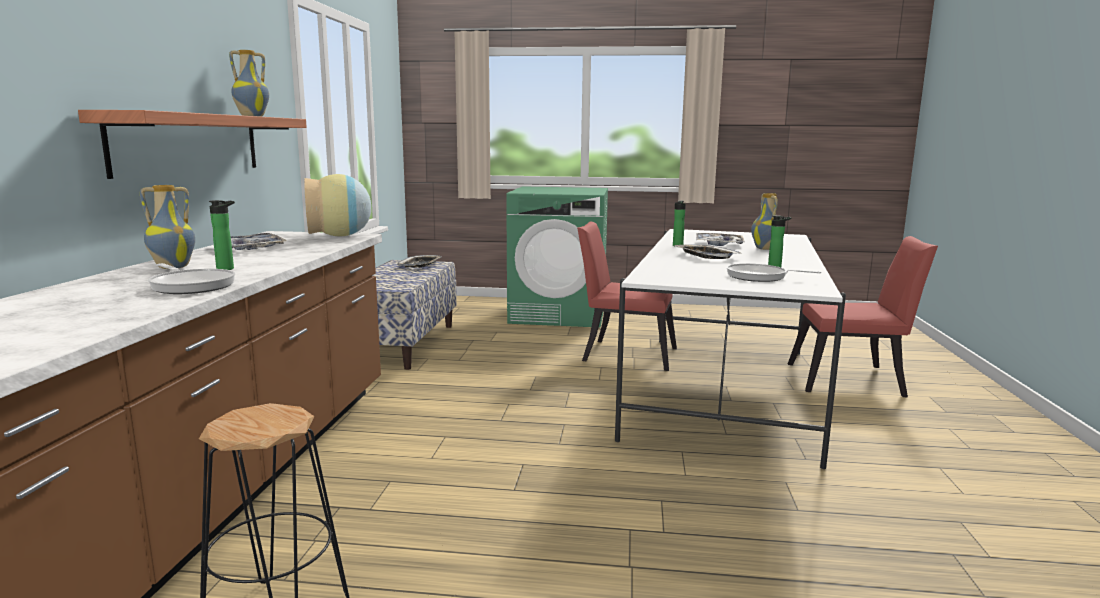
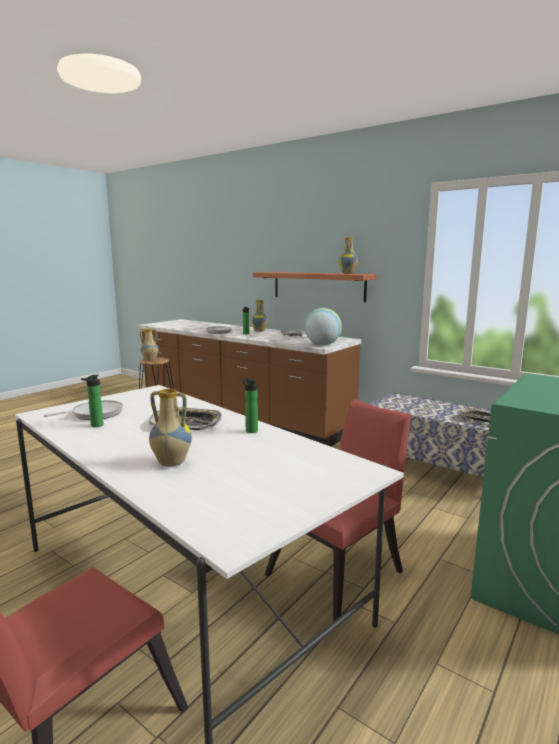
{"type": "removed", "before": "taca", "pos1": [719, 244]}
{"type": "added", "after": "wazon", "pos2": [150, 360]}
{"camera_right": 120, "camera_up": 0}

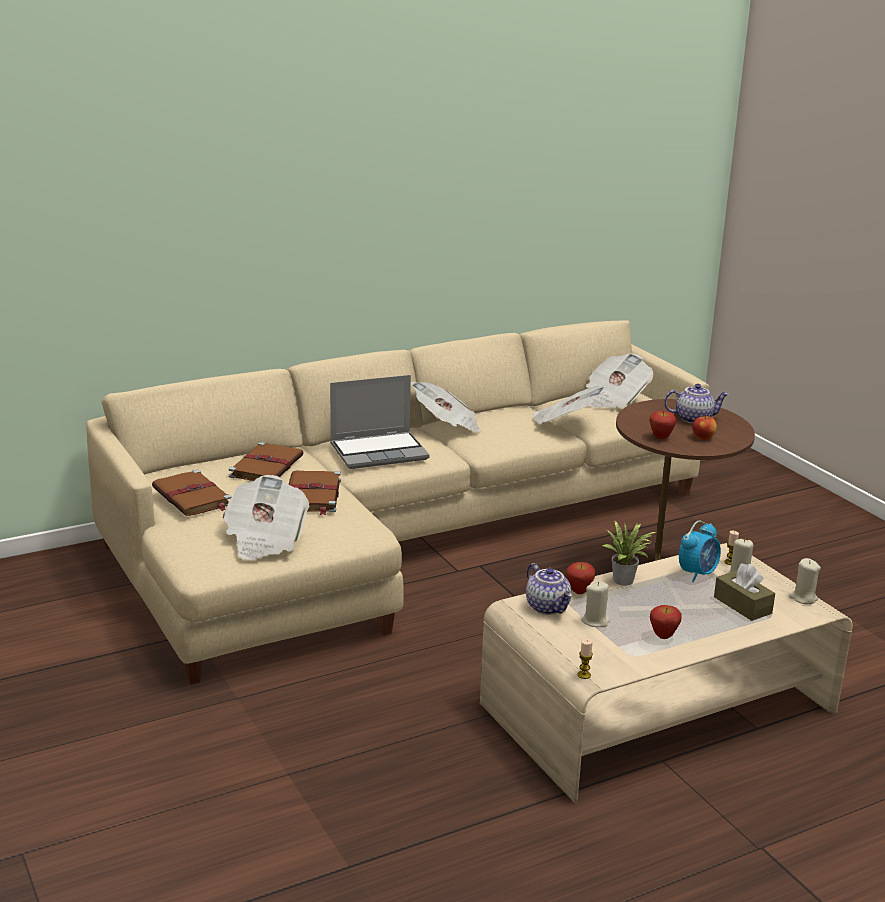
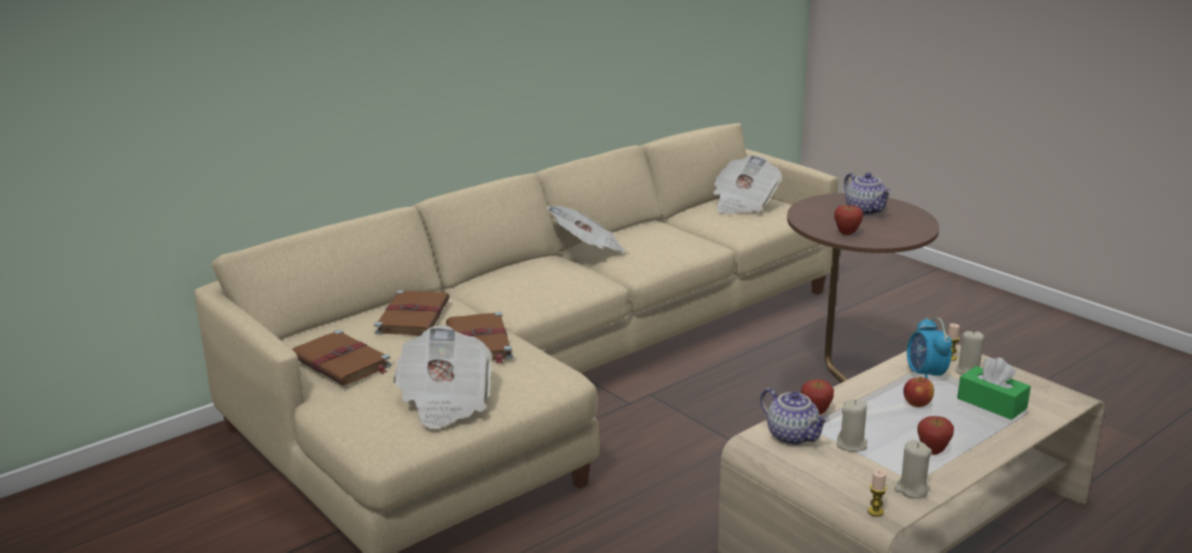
{"type": "removed", "before": "laptop", "pos1": [380, 451]}
{"type": "removed", "before": "gazeta", "pos1": [565, 423]}
{"type": "removed", "before": "roślina doniczkowa", "pos1": [626, 581]}
{"type": "turned", "before": "imbryk", "pos1": [694, 419], "pos2": [866, 211], "turn": 75}
{"type": "turned", "before": "budzik", "pos1": [697, 574], "pos2": [925, 375], "turn": 135}
{"type": "moved", "before": "jabłko", "pos1": [703, 438], "pos2": [917, 404]}
{"type": "recoloured", "before": "pudełko chusteczek (brązowy)", "after": "pudełko chusteczek (zielony)", "pos1": [742, 605], "pos2": [991, 403]}
{"type": "moved", "before": "świeca (beżowy)", "pos1": [803, 598], "pos2": [912, 490]}
{"camera_right": -10, "camera_up": 0}

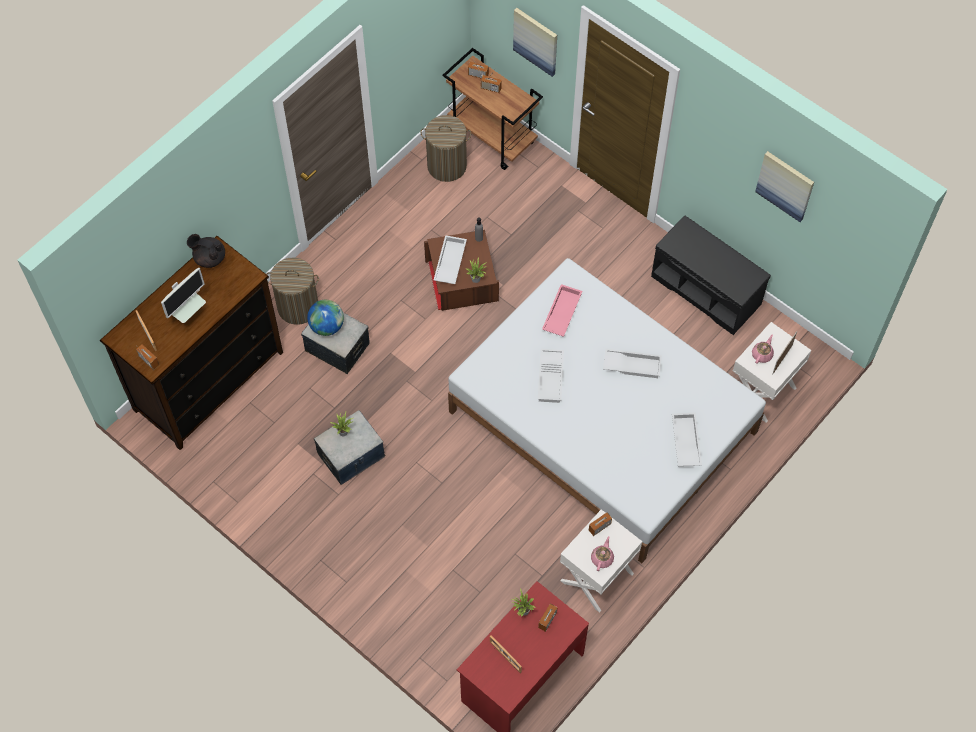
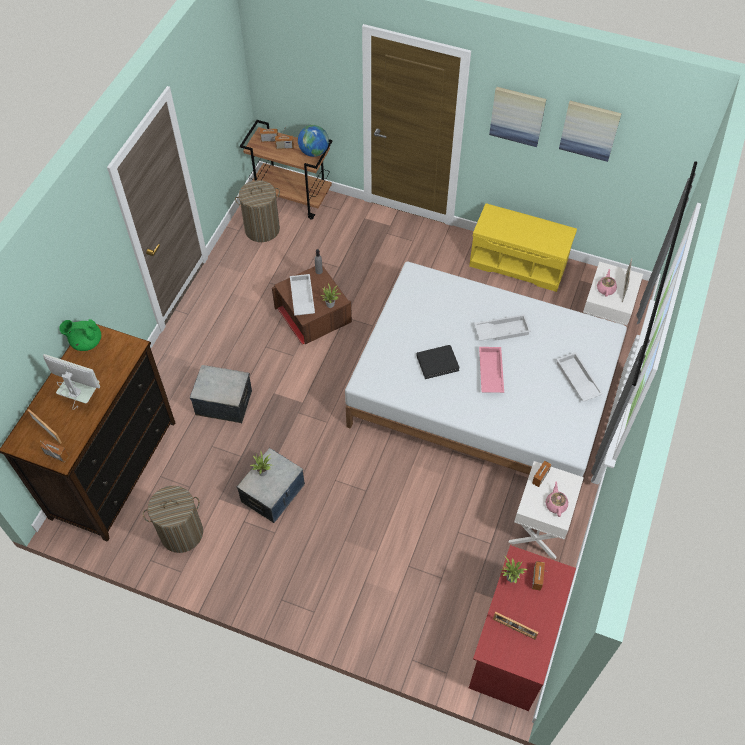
{"type": "turned", "before": "monitor", "pos1": [187, 313], "pos2": [81, 398], "turn": -90}
{"type": "recoloured", "before": "imbryk (czarny)", "after": "imbryk (zielony)", "pos1": [209, 258], "pos2": [86, 342]}
{"type": "moved", "before": "kosz na pranie", "pos1": [298, 307], "pos2": [181, 533]}
{"type": "moved", "before": "globus", "pos1": [327, 326], "pos2": [314, 152]}
{"type": "moved", "before": "obraz", "pos1": [536, 41], "pos2": [517, 116]}
{"type": "replaced", "before": "taca (biały)", "after": "książka (czarny)", "pos1": [551, 378], "pos2": [437, 363]}
{"type": "moved", "before": "taca (różowy)", "pos1": [561, 313], "pos2": [489, 372]}
{"type": "recoloured", "before": "ławka (czarny)", "after": "ławka (żółty)", "pos1": [707, 290], "pos2": [519, 263]}
{"camera_right": -20, "camera_up": -5}

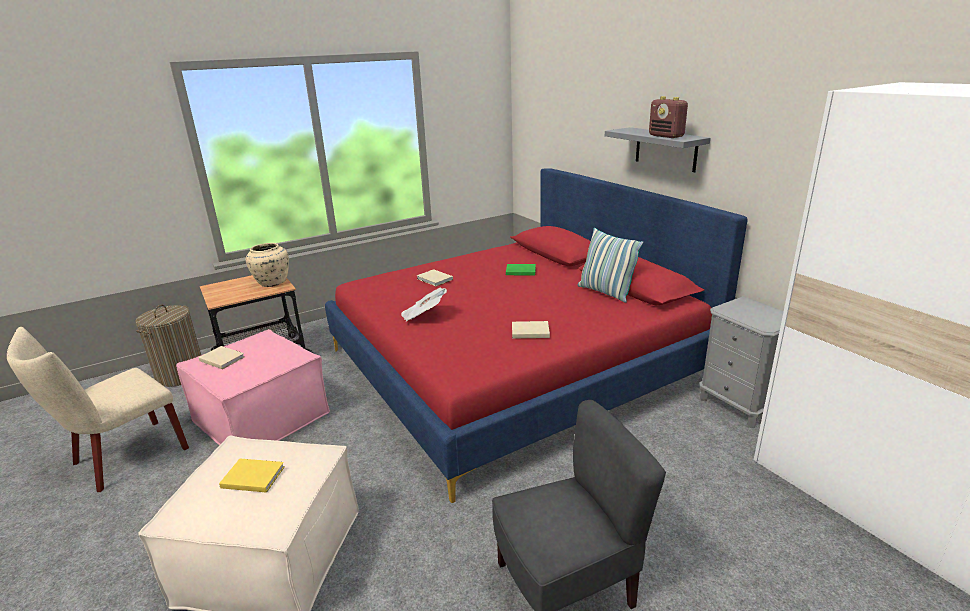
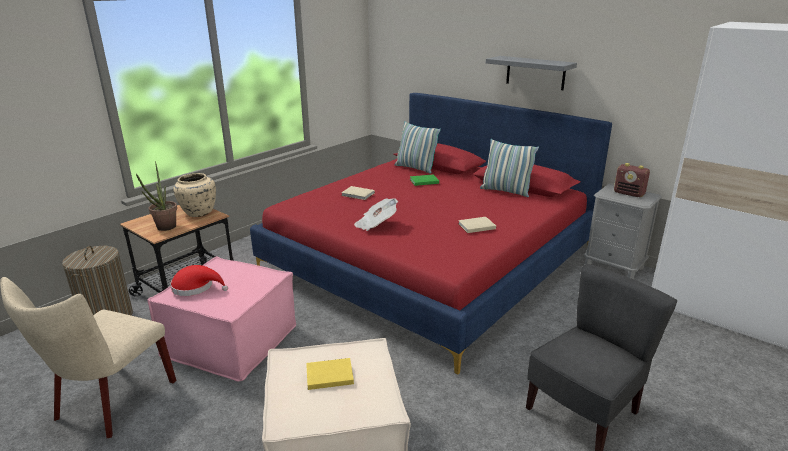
{"type": "replaced", "before": "książka (beżowy)", "after": "kapelusz (czerwony)", "pos1": [222, 358], "pos2": [196, 287]}
{"type": "moved", "before": "radio", "pos1": [666, 136], "pos2": [629, 194]}
{"type": "added", "after": "roślina doniczkowa", "pos2": [164, 228]}
{"type": "added", "after": "poduszka", "pos2": [415, 168]}
{"camera_right": -20, "camera_up": 0}

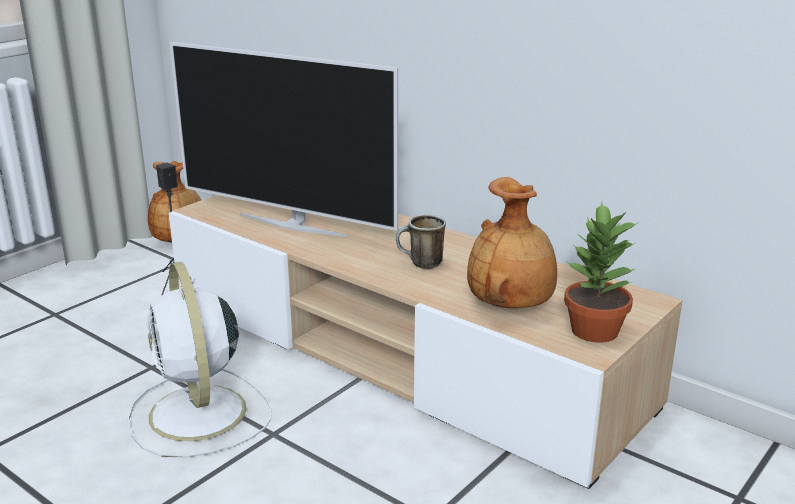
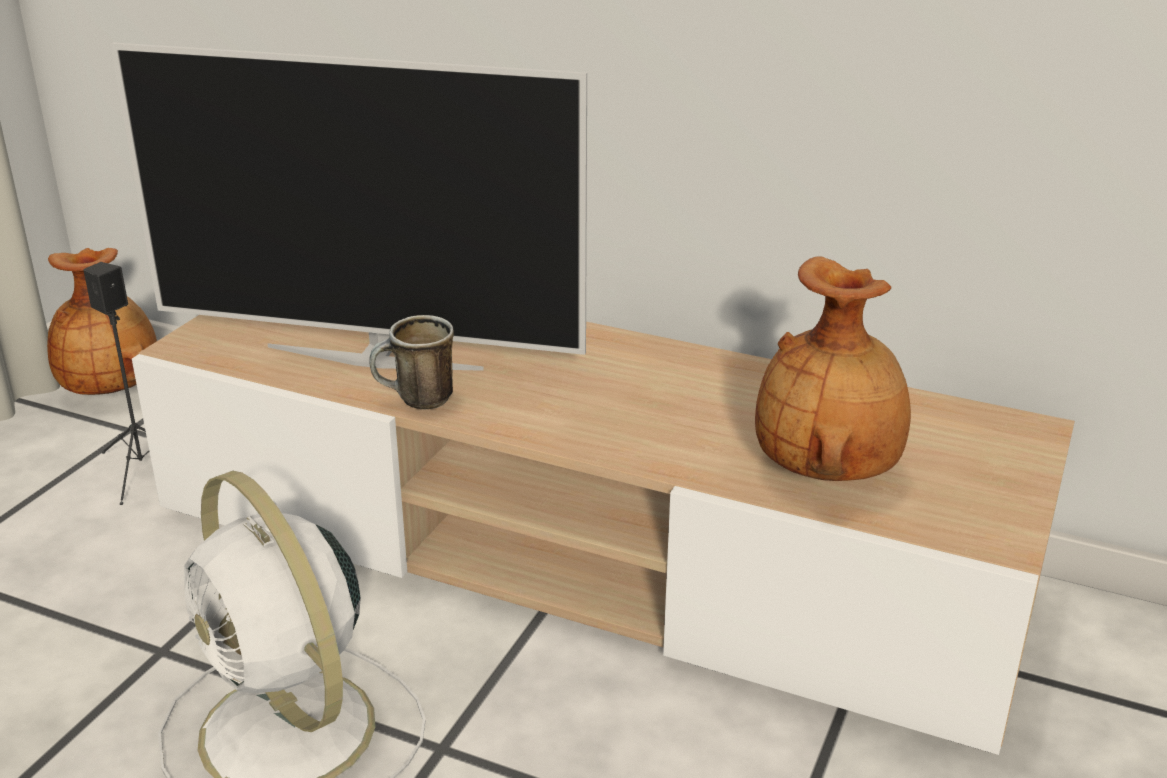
{"type": "moved", "before": "kubek", "pos1": [420, 264], "pos2": [416, 402]}
{"type": "removed", "before": "roślina doniczkowa", "pos1": [594, 331]}
{"camera_right": -15, "camera_up": 5}

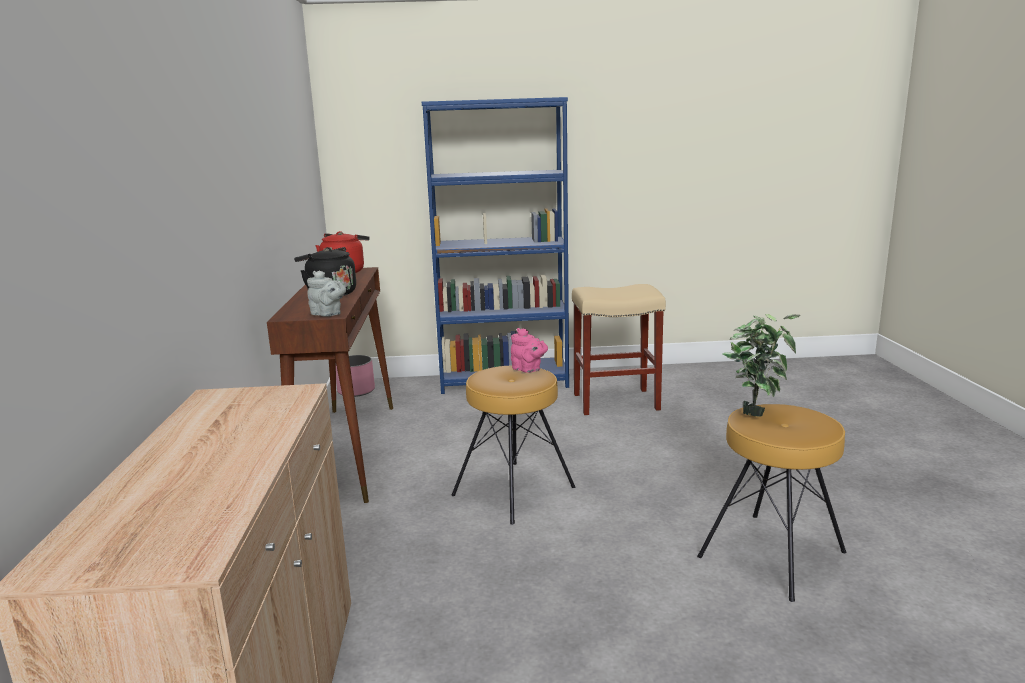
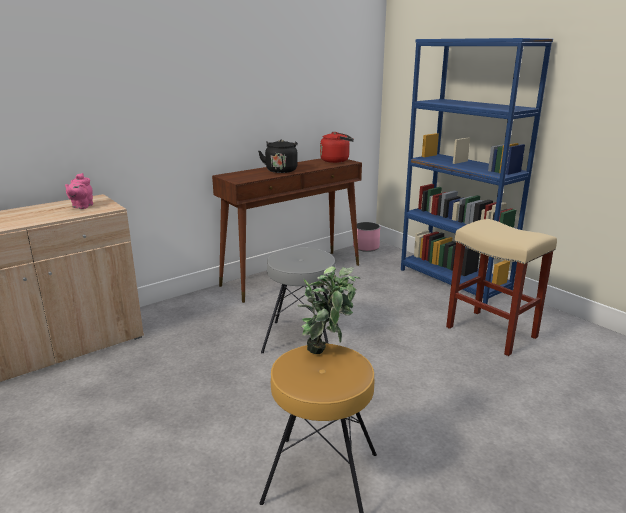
{"type": "removed", "before": "imbryk (szary)", "pos1": [328, 314]}
{"type": "recoloured", "before": "stołek (brązowy)", "after": "stołek (szary)", "pos1": [514, 491], "pos2": [301, 340]}
{"type": "moved", "before": "imbryk (różowy)", "pos1": [528, 369], "pos2": [81, 206]}
{"camera_right": 55, "camera_up": 5}

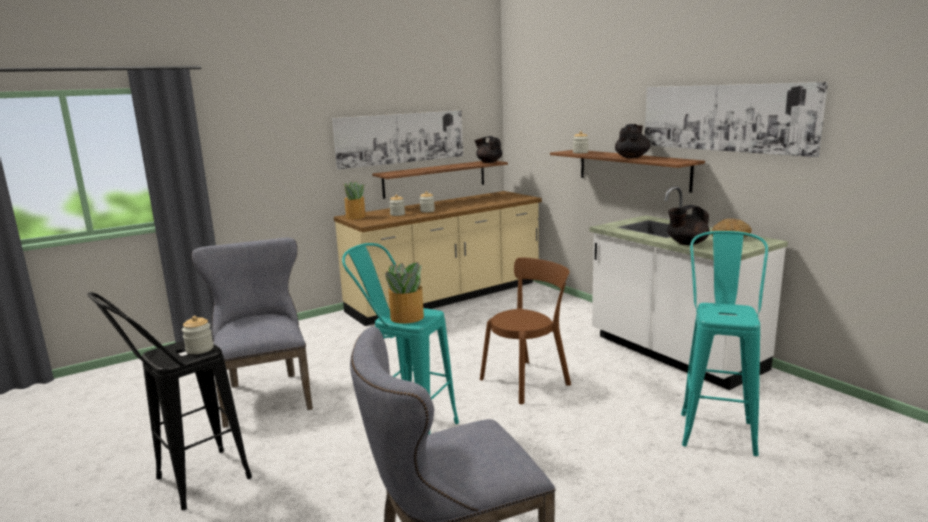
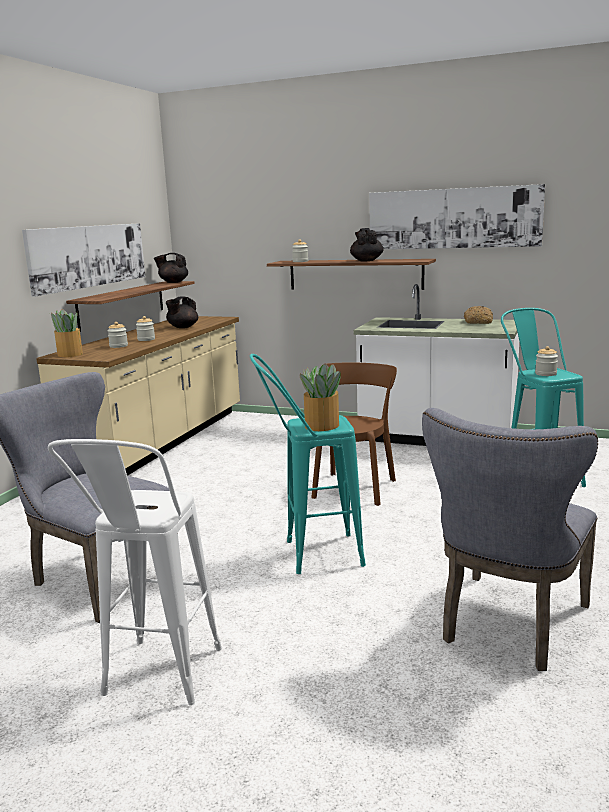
{"type": "recoloured", "before": "stołek (czarny)", "after": "stołek (biały)", "pos1": [188, 485], "pos2": [156, 684]}
{"type": "moved", "before": "słoik", "pos1": [199, 349], "pos2": [545, 374]}
{"type": "moved", "before": "imbryk (czarny)", "pos1": [686, 243], "pos2": [182, 327]}
{"camera_right": -35, "camera_up": 0}

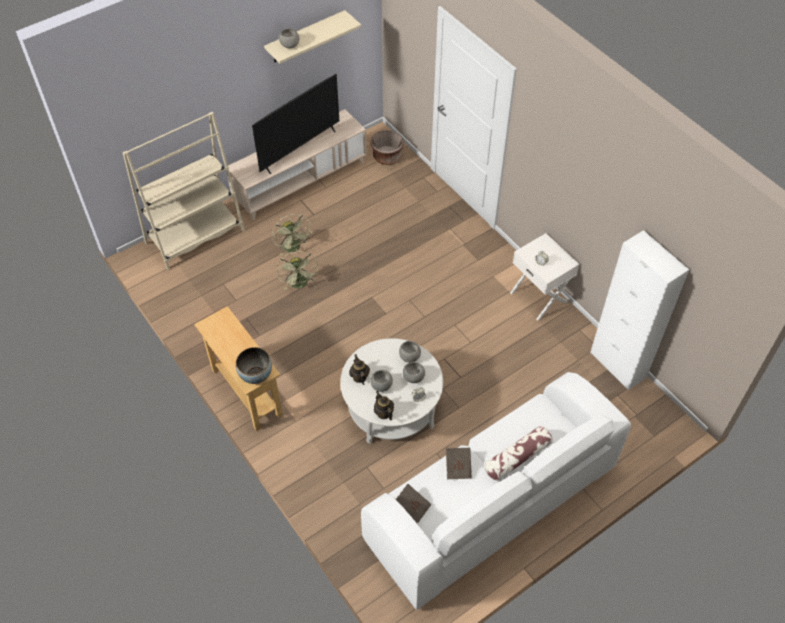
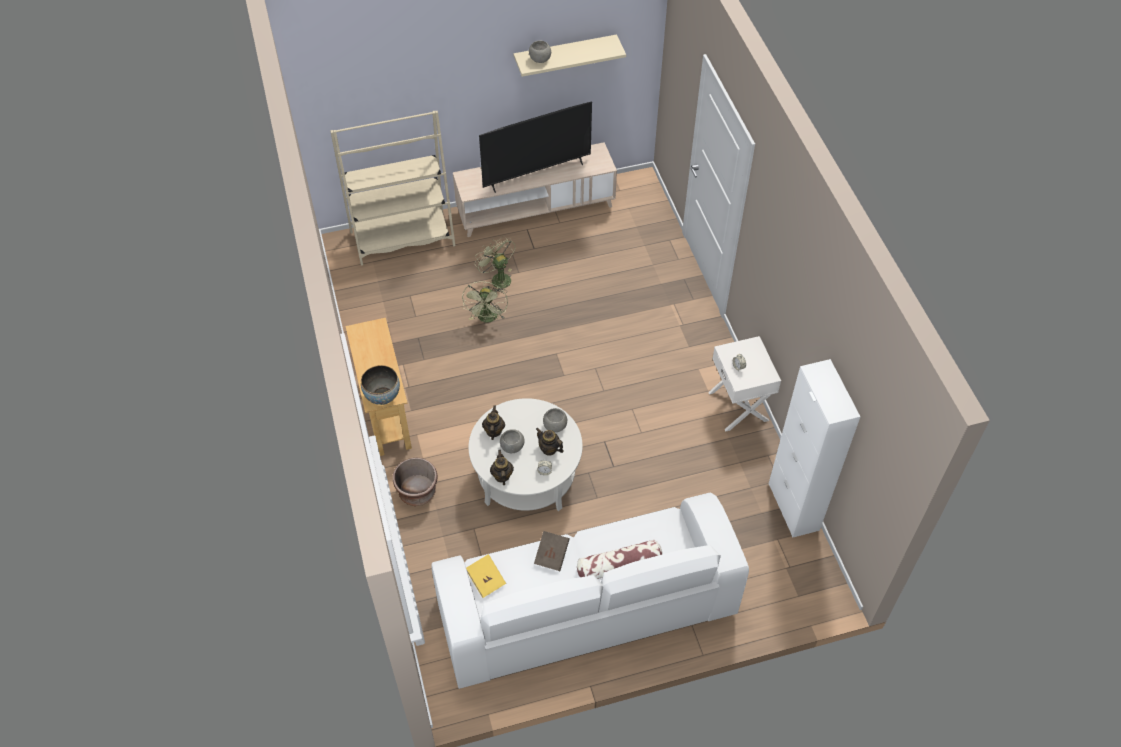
{"type": "turned", "before": "wentylator (zielony)", "pos1": [294, 248], "pos2": [497, 278], "turn": 150}
{"type": "moved", "before": "donica (brązowy)", "pos1": [387, 157], "pos2": [417, 492]}
{"type": "recoloured", "before": "książka (brązowy)", "after": "książka (żółty)", "pos1": [412, 507], "pos2": [486, 580]}
{"type": "replaced", "before": "miska (szary)", "after": "imbryk", "pos1": [413, 377], "pos2": [549, 449]}
{"camera_right": 20, "camera_up": 0}

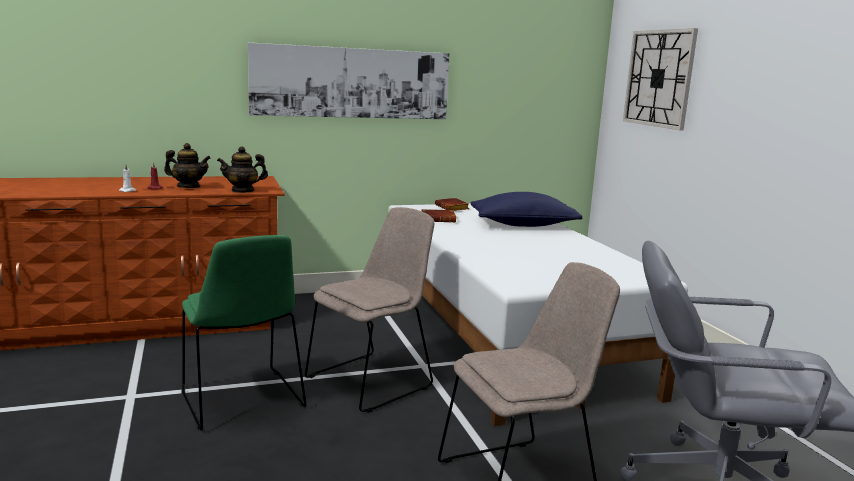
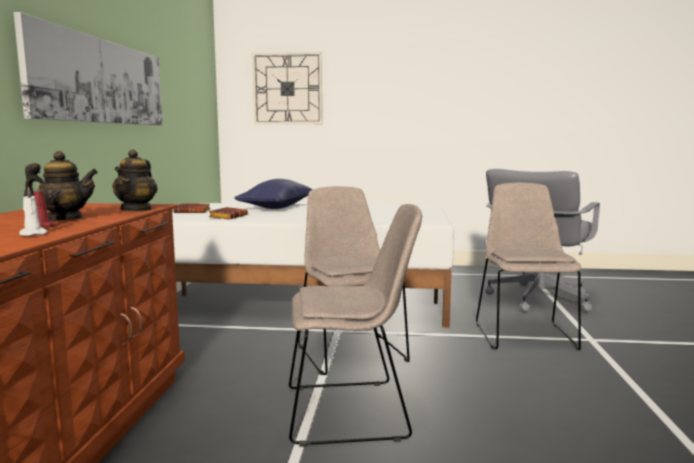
{"type": "turned", "before": "imbryk", "pos1": [188, 187], "pos2": [64, 219], "turn": 60}
{"type": "recoloured", "before": "krzesło (zielony)", "after": "krzesło (beżowy)", "pos1": [243, 401], "pos2": [351, 412]}
{"camera_right": -65, "camera_up": -5}

